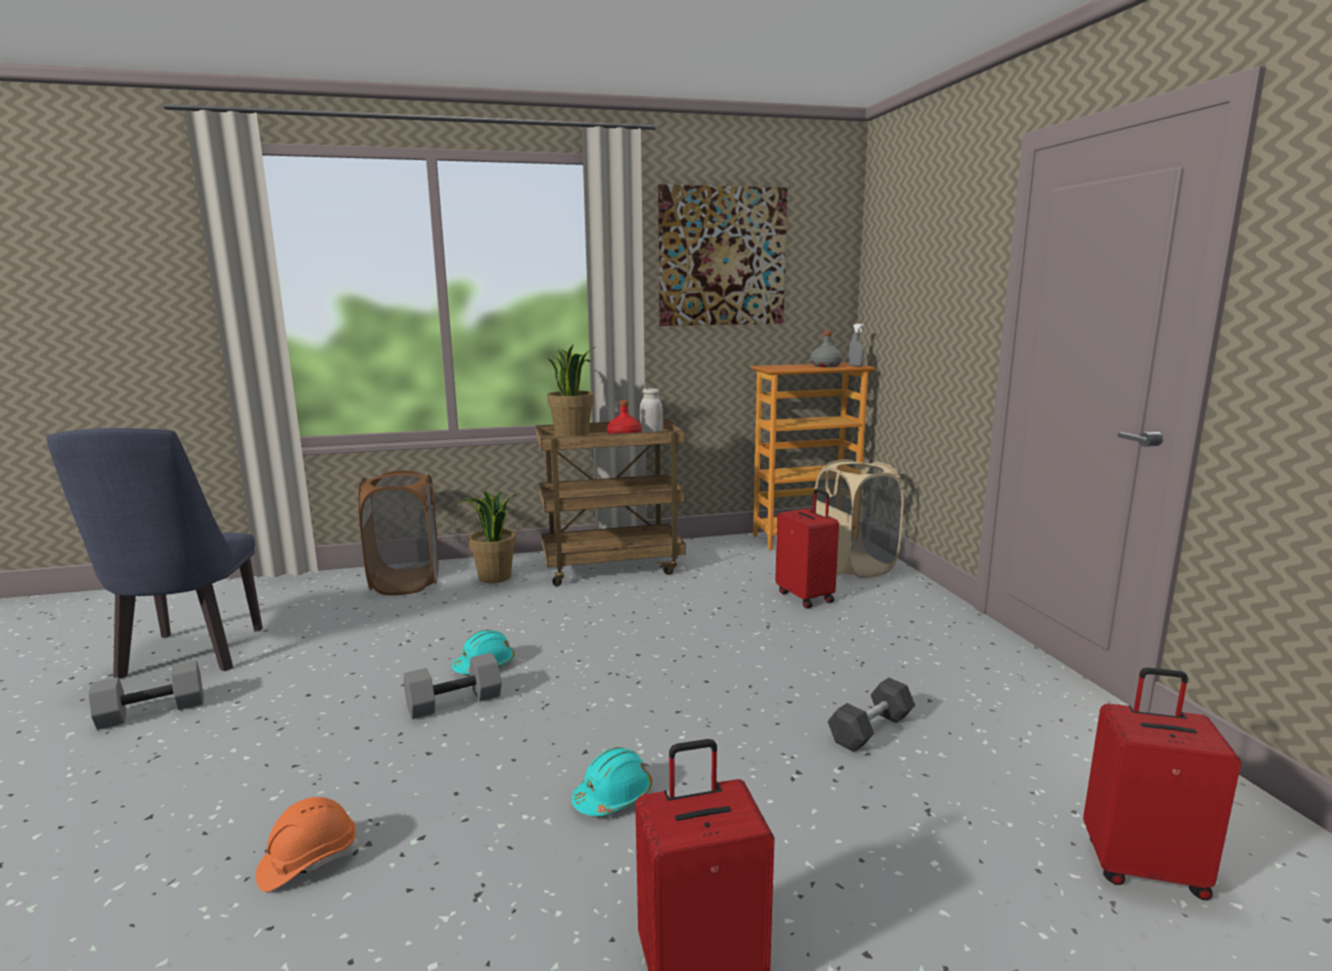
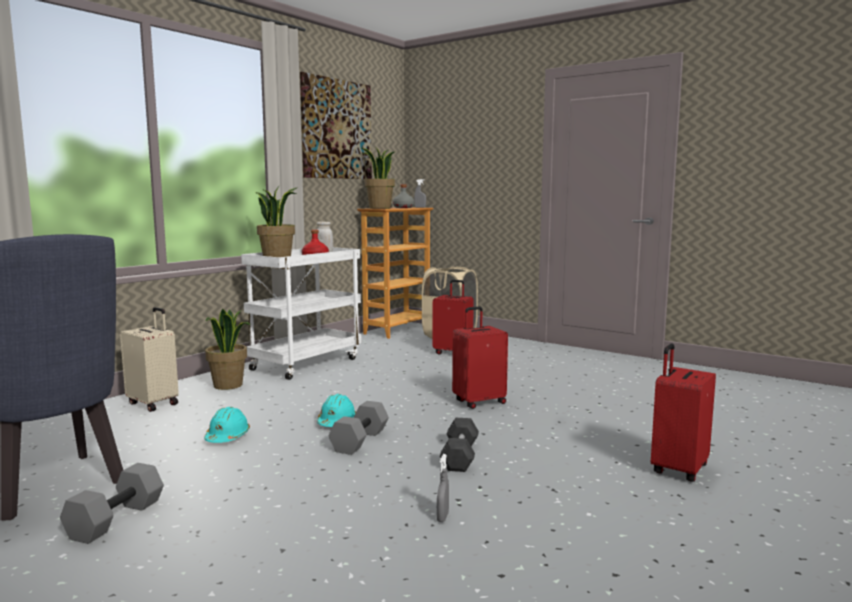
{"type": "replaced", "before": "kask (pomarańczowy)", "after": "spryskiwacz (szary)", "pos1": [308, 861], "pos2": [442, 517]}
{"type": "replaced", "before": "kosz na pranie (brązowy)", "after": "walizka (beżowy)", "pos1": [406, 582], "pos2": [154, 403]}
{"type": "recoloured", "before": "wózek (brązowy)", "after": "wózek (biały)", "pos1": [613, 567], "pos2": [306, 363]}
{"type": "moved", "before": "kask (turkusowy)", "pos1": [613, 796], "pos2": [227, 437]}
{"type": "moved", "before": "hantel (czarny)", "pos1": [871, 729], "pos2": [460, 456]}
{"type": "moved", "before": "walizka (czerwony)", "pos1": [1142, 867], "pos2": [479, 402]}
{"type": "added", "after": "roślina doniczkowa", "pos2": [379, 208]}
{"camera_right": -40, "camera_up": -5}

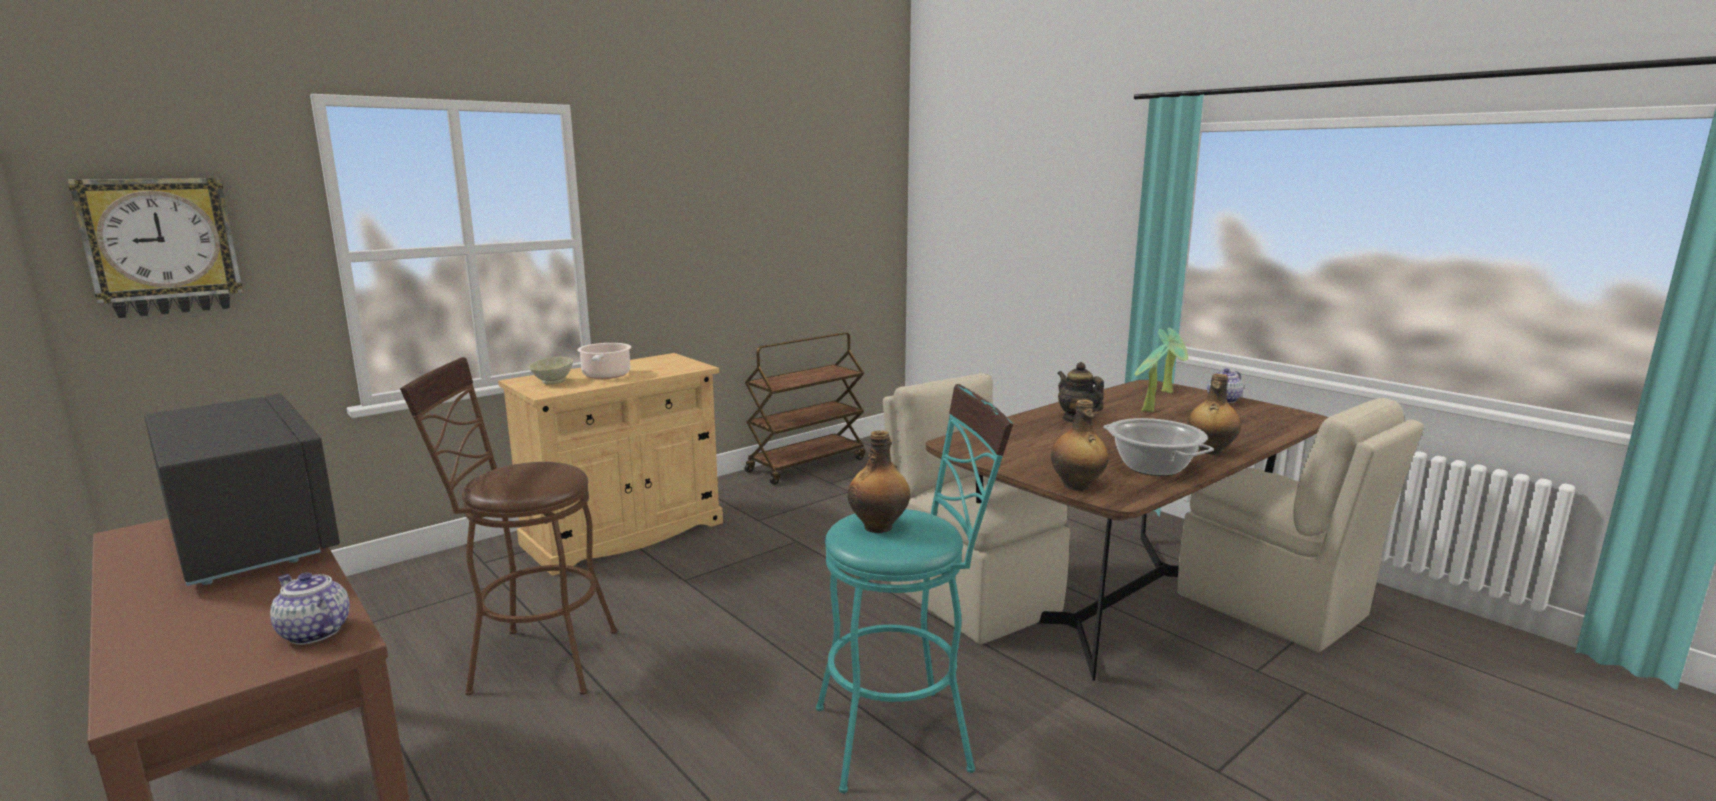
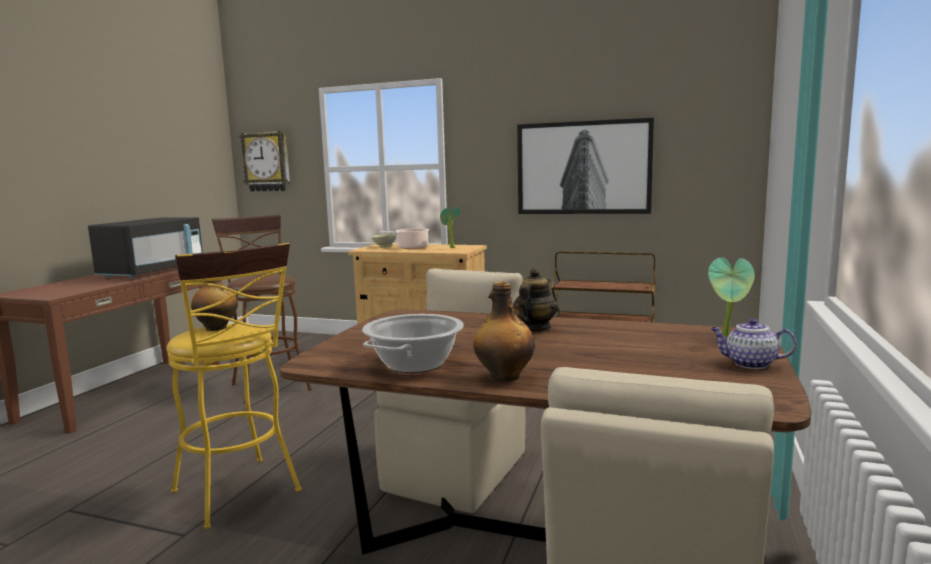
{"type": "removed", "before": "imbryk", "pos1": [313, 632]}
{"type": "recoloured", "before": "stołek (turkusowy)", "after": "stołek (żółty)", "pos1": [906, 735], "pos2": [241, 494]}
{"type": "removed", "before": "butelka", "pos1": [1076, 486]}
{"type": "moved", "before": "roślina doniczkowa", "pos1": [1146, 411], "pos2": [450, 247]}
{"type": "added", "after": "obraz", "pos2": [583, 168]}
{"camera_right": 60, "camera_up": -5}

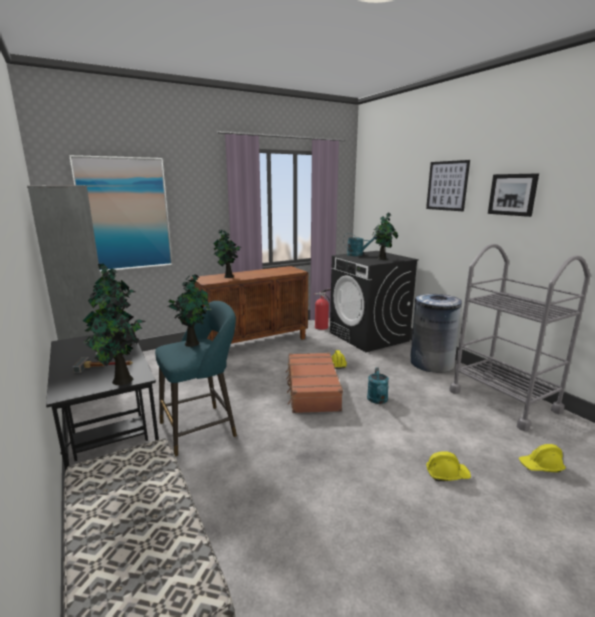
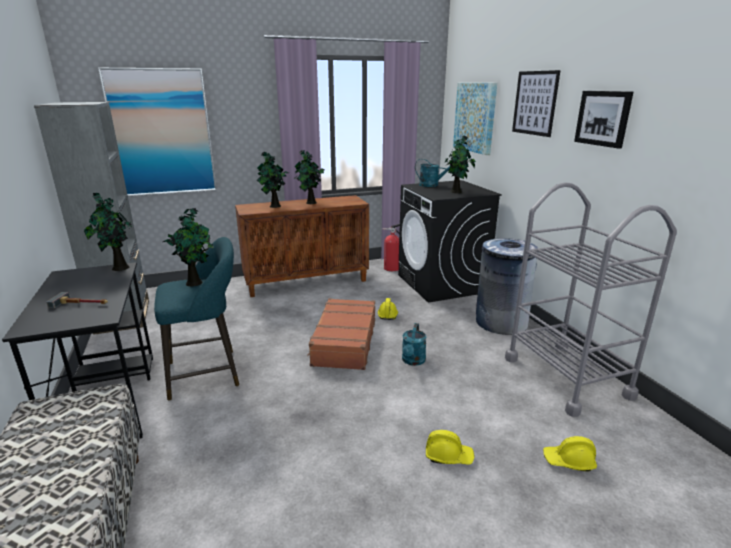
{"type": "moved", "before": "roślina doniczkowa", "pos1": [121, 381], "pos2": [310, 203]}
{"type": "added", "after": "obraz", "pos2": [475, 117]}
{"camera_right": 10, "camera_up": 5}

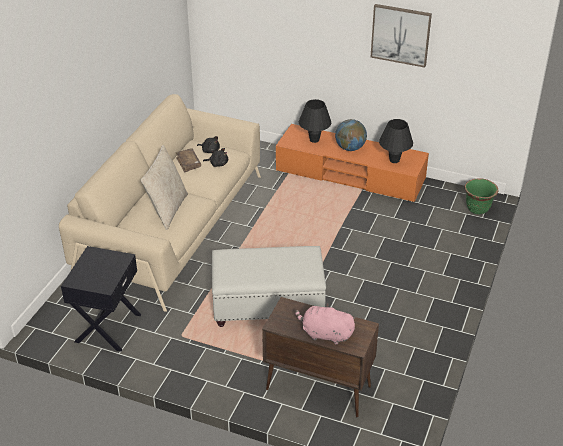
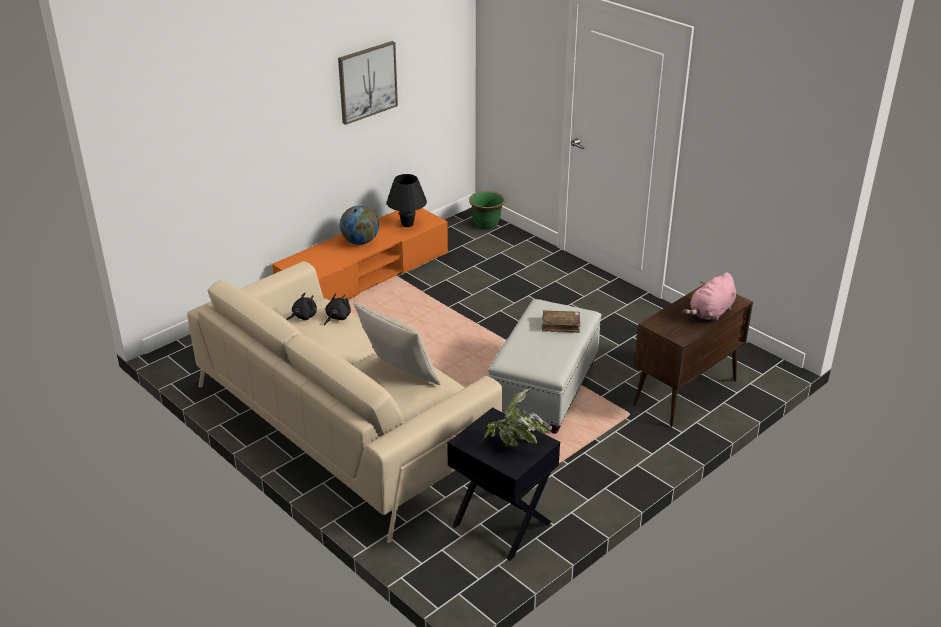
{"type": "moved", "before": "książka (brązowy)", "pos1": [188, 163], "pos2": [560, 325]}
{"type": "removed", "before": "lampa stołowa (czarny)", "pos1": [314, 140]}
{"type": "added", "after": "roślina doniczkowa", "pos2": [514, 443]}
{"camera_right": -65, "camera_up": -5}

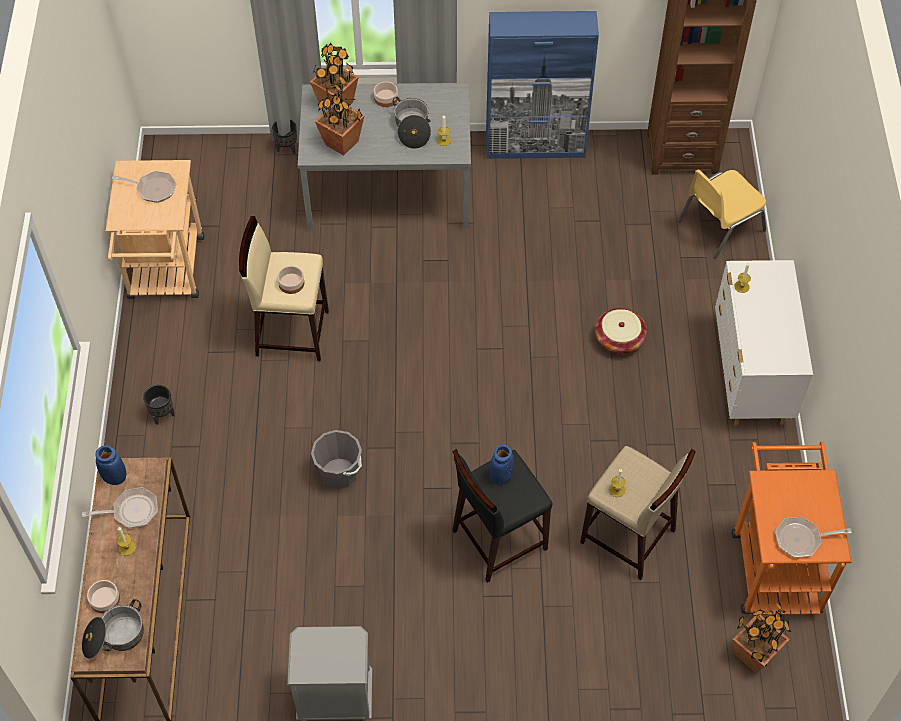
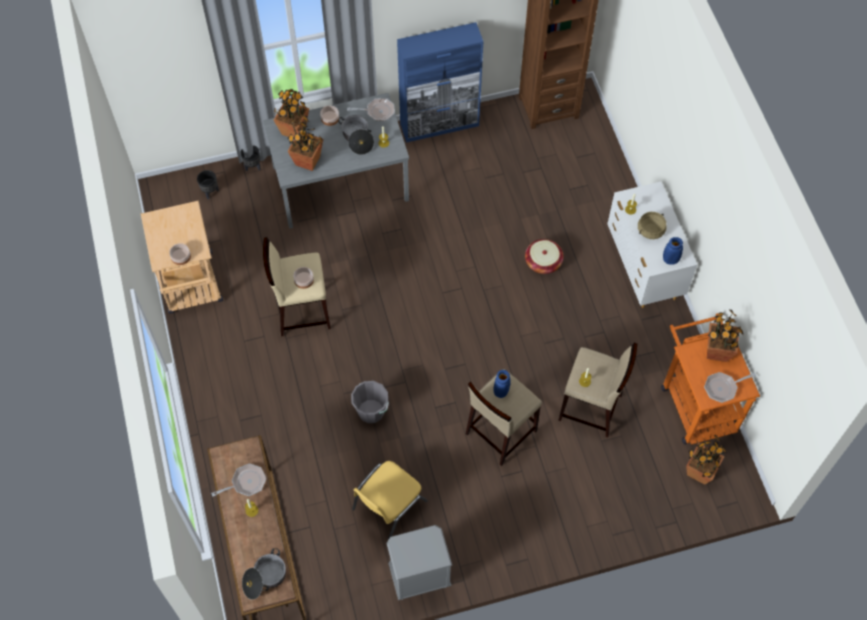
{"type": "moved", "before": "miska", "pos1": [104, 600], "pos2": [181, 257]}
{"type": "moved", "before": "wazon (niebieski)", "pos1": [114, 477], "pos2": [670, 259]}
{"type": "moved", "before": "patelnia", "pos1": [153, 189], "pos2": [377, 111]}
{"type": "moved", "before": "donica (czarny)", "pos1": [162, 415], "pos2": [210, 192]}
{"type": "recoloured", "before": "stołek (czarny)", "after": "stołek (beżowy)", "pos1": [498, 539], "pos2": [500, 432]}
{"type": "moved", "before": "krzesło (żółty)", "pos1": [719, 226], "pos2": [388, 505]}
{"type": "added", "after": "garnek (beżowy)", "pos2": [650, 230]}
{"type": "added", "after": "roślina doniczkowa", "pos2": [717, 352]}
{"camera_right": -15, "camera_up": 5}

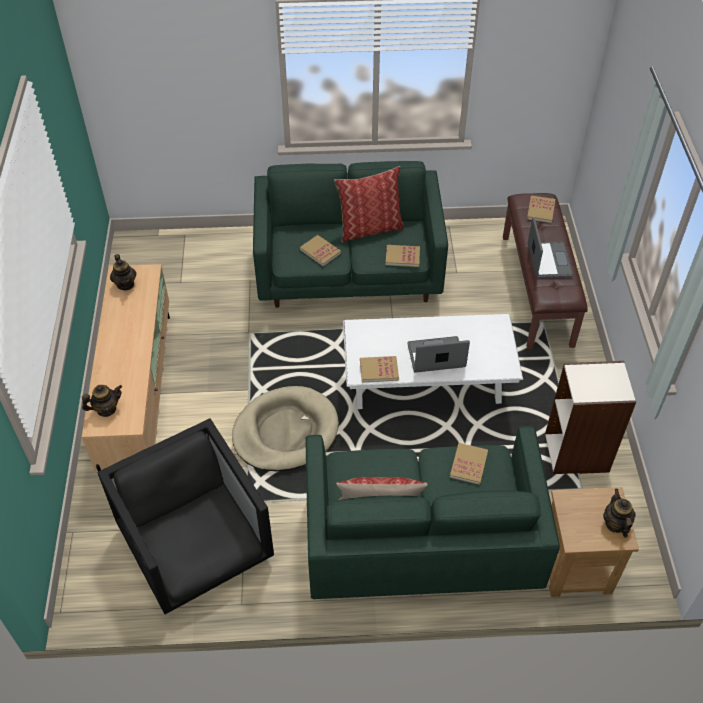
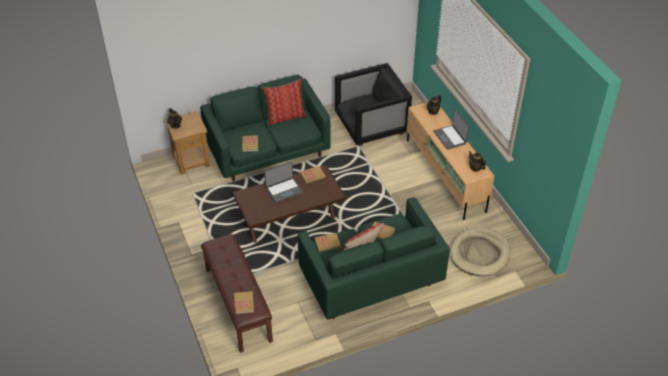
{"type": "turned", "before": "fotel (czarny)", "pos1": [196, 545], "pos2": [370, 126], "turn": -60}
{"type": "moved", "before": "legowisko (beżowy)", "pos1": [285, 432], "pos2": [479, 254]}
{"type": "recoloured", "before": "ława (biały)", "after": "ława (brązowy)", "pos1": [426, 388], "pos2": [290, 220]}
{"type": "moved", "before": "laptop", "pos1": [548, 261], "pos2": [450, 137]}
{"type": "removed", "before": "regał", "pos1": [577, 453]}
{"camera_right": 160, "camera_up": -5}

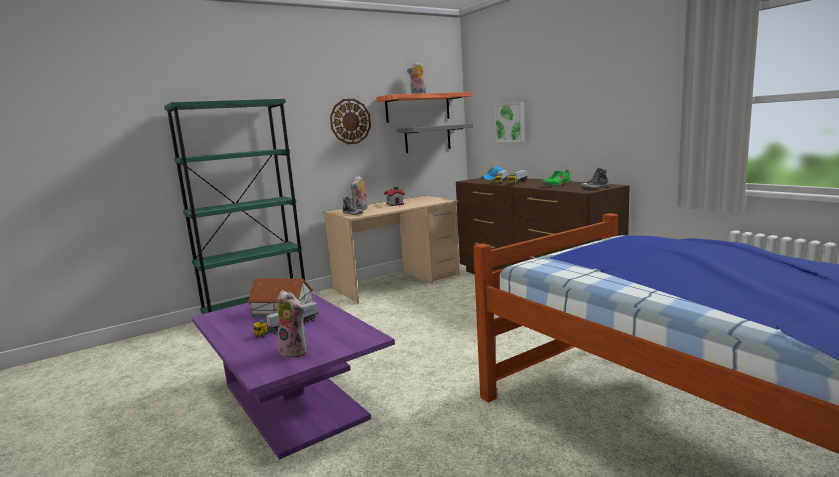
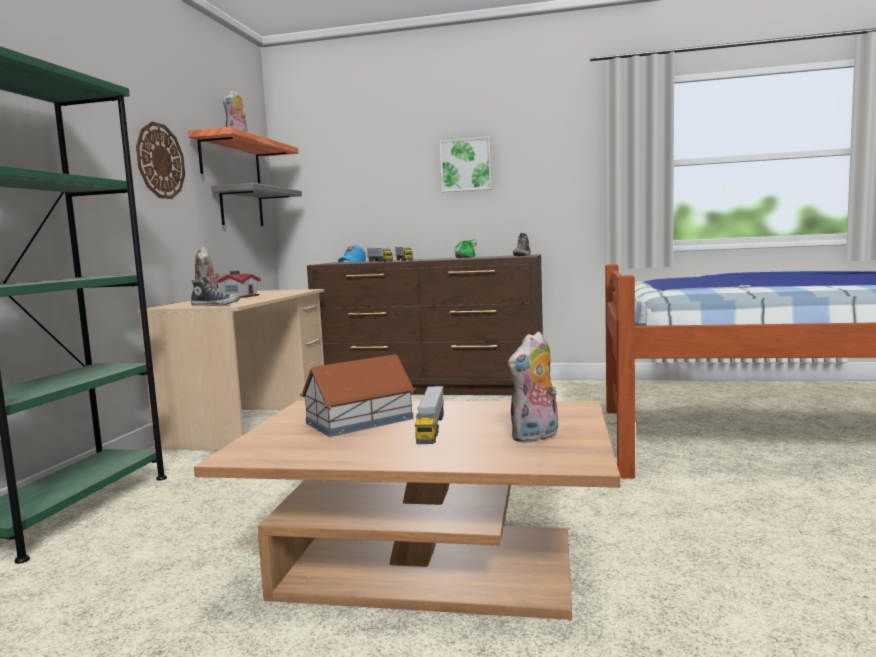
{"type": "recoloured", "before": "ława (fioletowy)", "after": "ława (brązowy)", "pos1": [293, 401], "pos2": [428, 566]}
{"type": "turned", "before": "pluszak", "pos1": [296, 351], "pos2": [536, 437], "turn": 150}
{"type": "moved", "before": "obraz", "pos1": [510, 122], "pos2": [466, 165]}
{"camera_right": -45, "camera_up": -5}

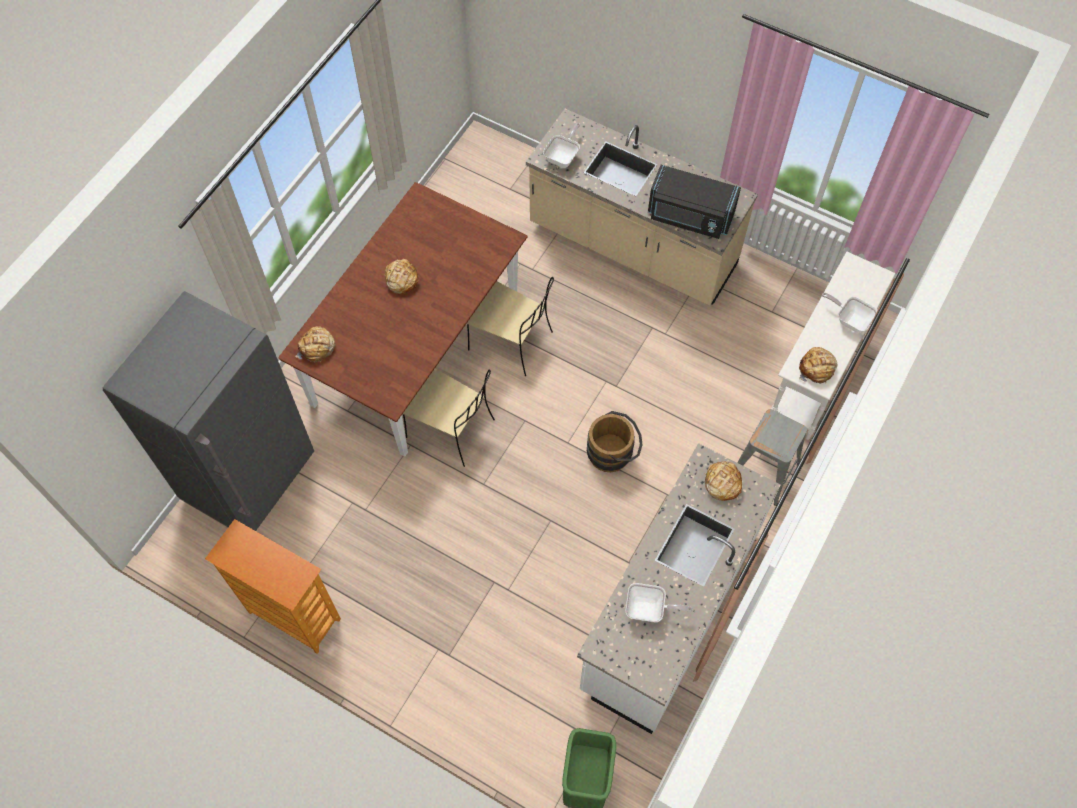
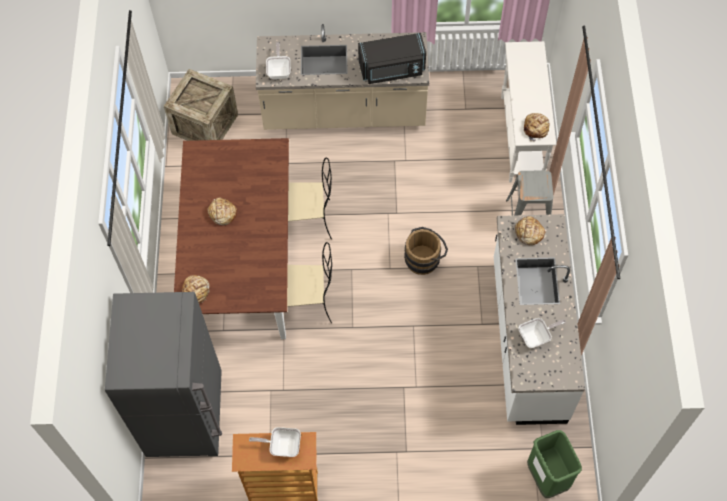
{"type": "moved", "before": "patelnia", "pos1": [850, 319], "pos2": [282, 445]}
{"type": "added", "after": "skrzynka", "pos2": [205, 124]}
{"camera_right": -30, "camera_up": 0}

